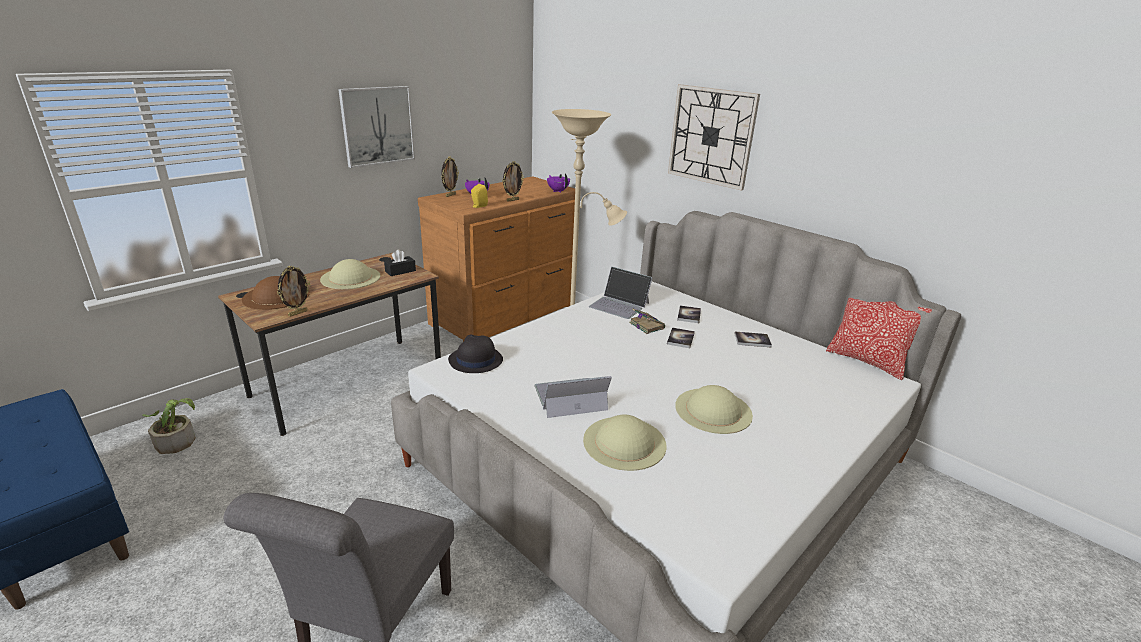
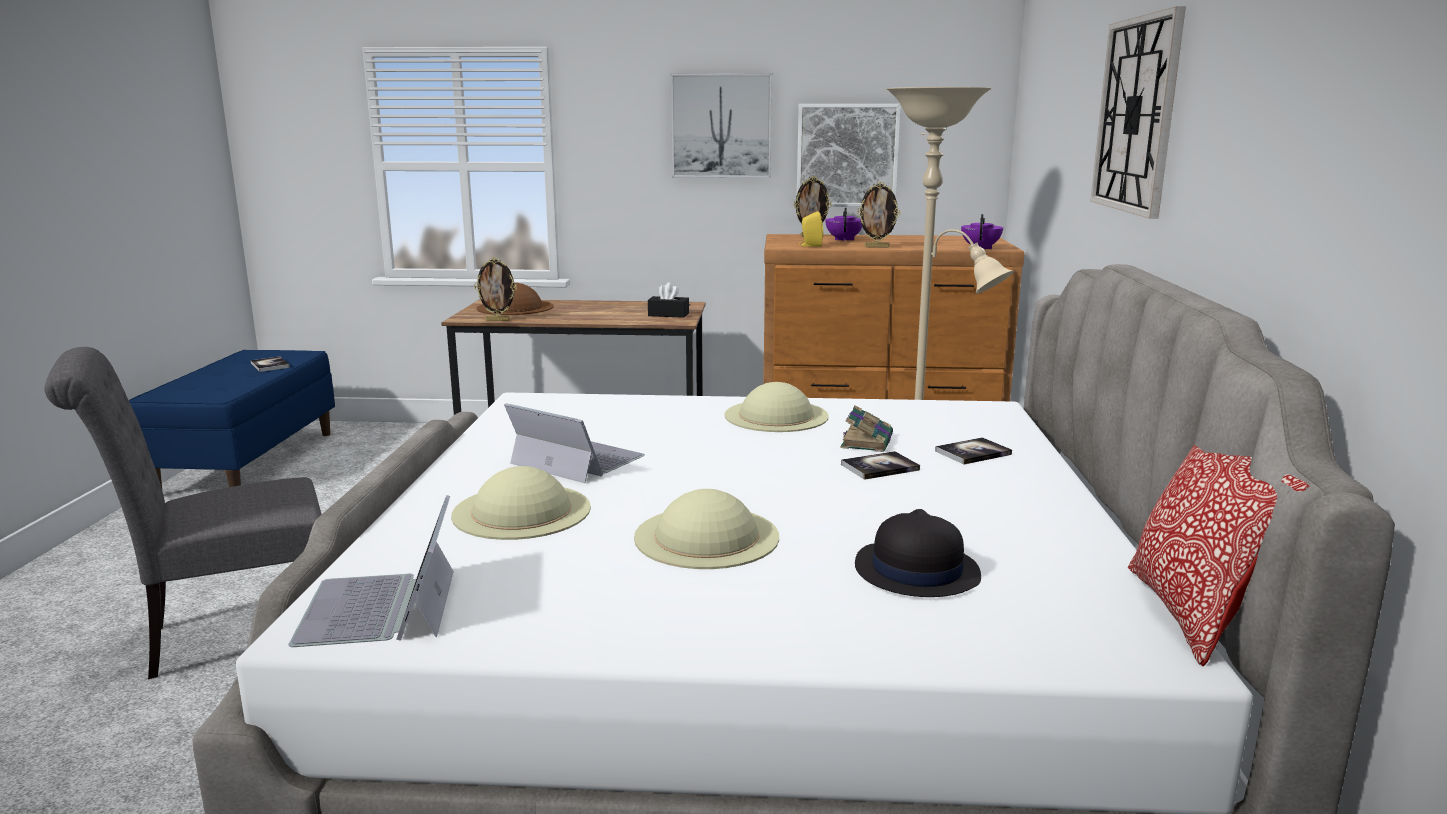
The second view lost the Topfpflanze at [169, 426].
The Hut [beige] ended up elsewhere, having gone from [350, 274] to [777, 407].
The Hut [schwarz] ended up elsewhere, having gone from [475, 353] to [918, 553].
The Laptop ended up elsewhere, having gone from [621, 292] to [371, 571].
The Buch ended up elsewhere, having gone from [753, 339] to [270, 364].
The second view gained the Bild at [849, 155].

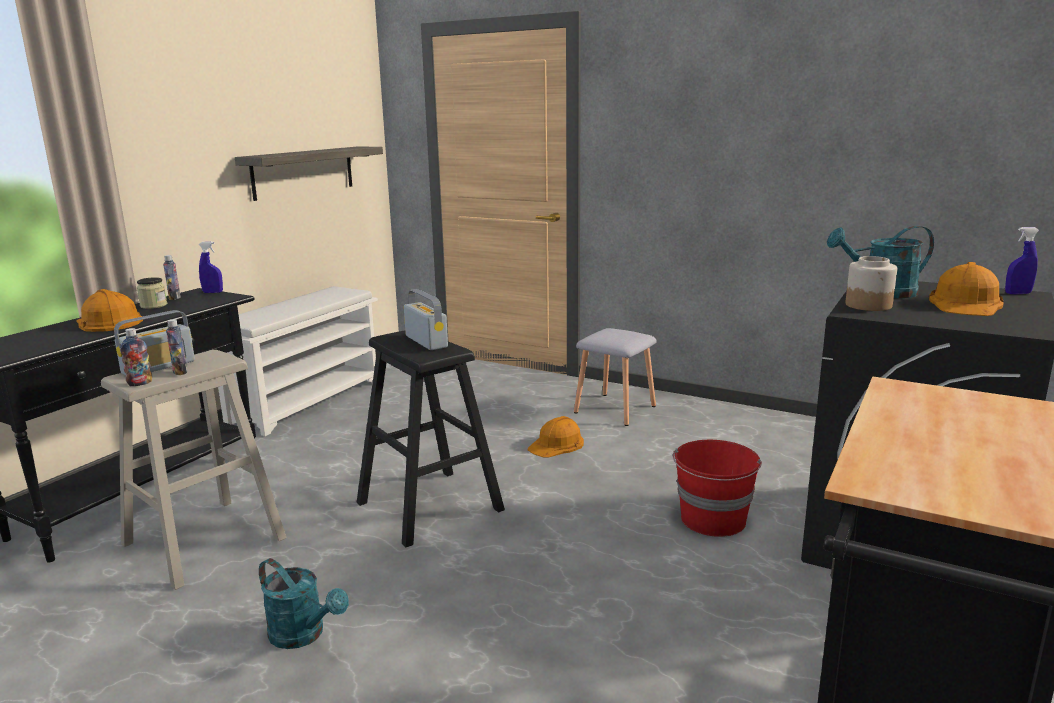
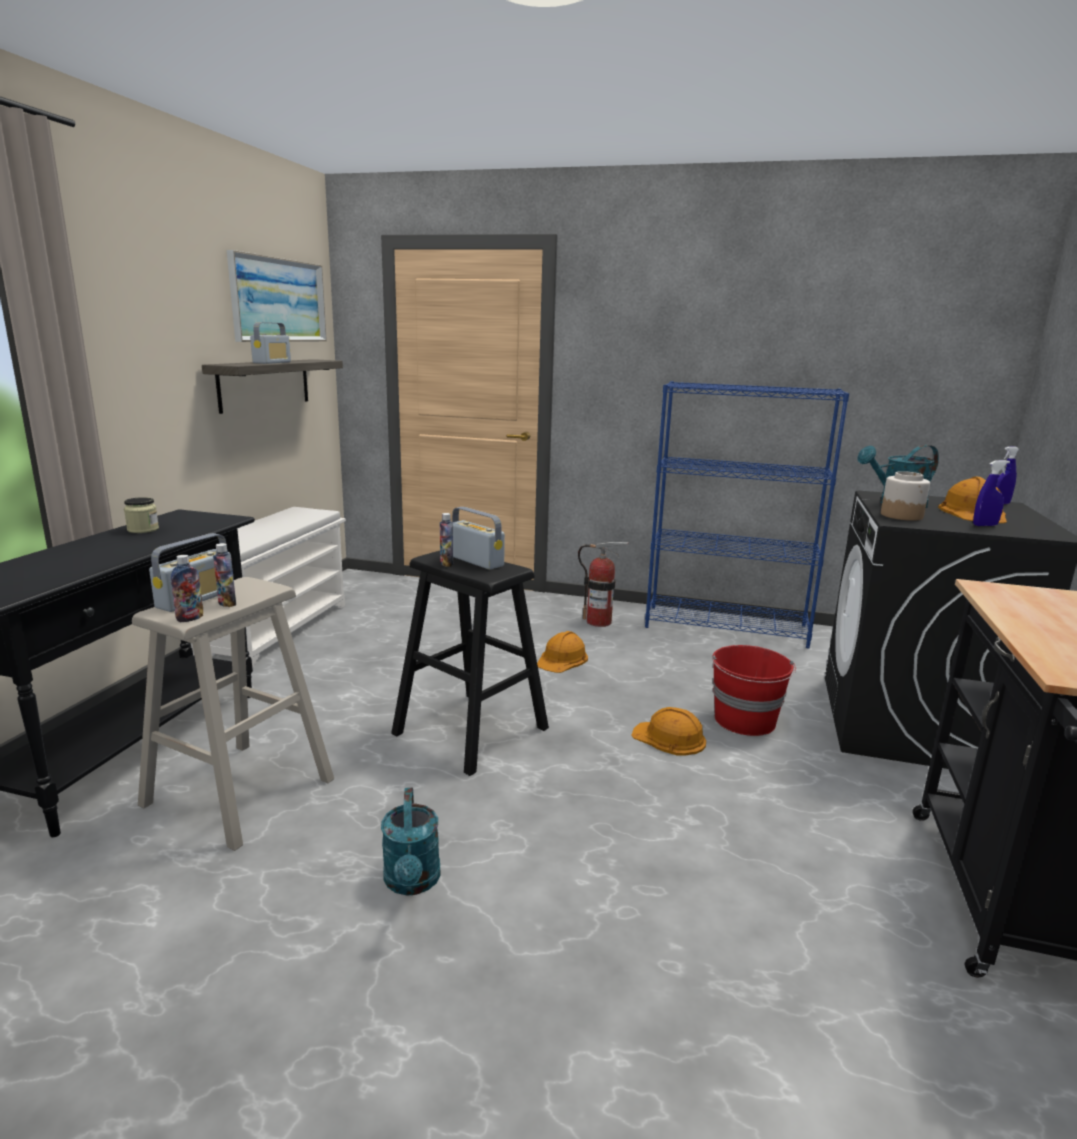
The Schutzhelm [orange] ended up elsewhere, having gone from [109, 310] to [668, 731].
The Flasche ended up elsewhere, having gone from [172, 277] to [446, 540].
The Sprühflasche [blau] ended up elsewhere, having gone from [210, 267] to [991, 493].
The Gießkanne [türkis] at [304, 603] ended up facing another way, 60 degrees clockwise from before.
Where the Hocker [grau] stood at [615, 377], the Feuerlöscher came to stand at [603, 584].
The second view gained the Bild at [277, 296].
The second view gained the Radio at [270, 343].
The second view gained the Bücherregal [blau] at [747, 514].

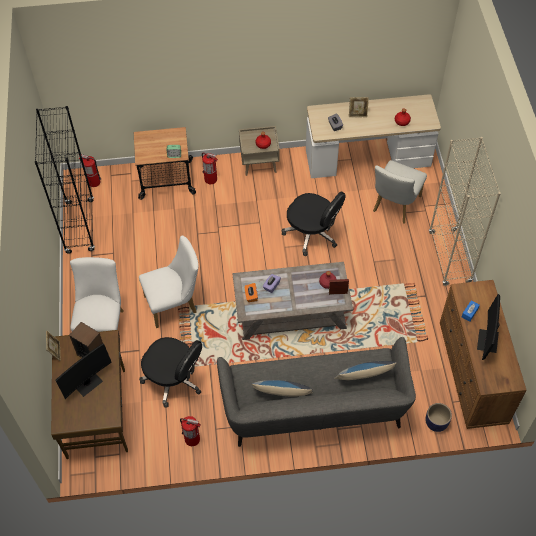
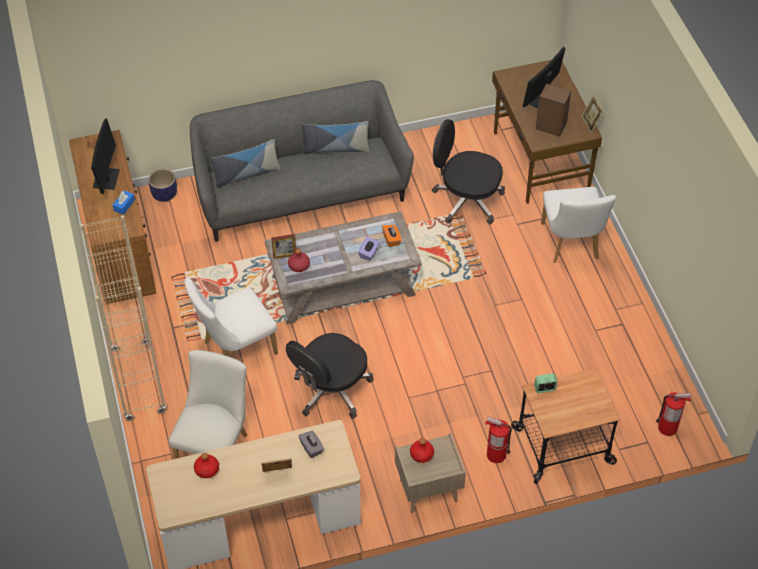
The second view lost the Bücherregal [schwarz] at [65, 180].
The Stuhl [weiß] ended up elsewhere, having gone from [168, 281] to [231, 317].
The second view lost the Feuerlöscher at [190, 431].
The Bürostuhl [schwarz] at [314, 223] ended up facing another way, 75 degrees counterclockwise from before.

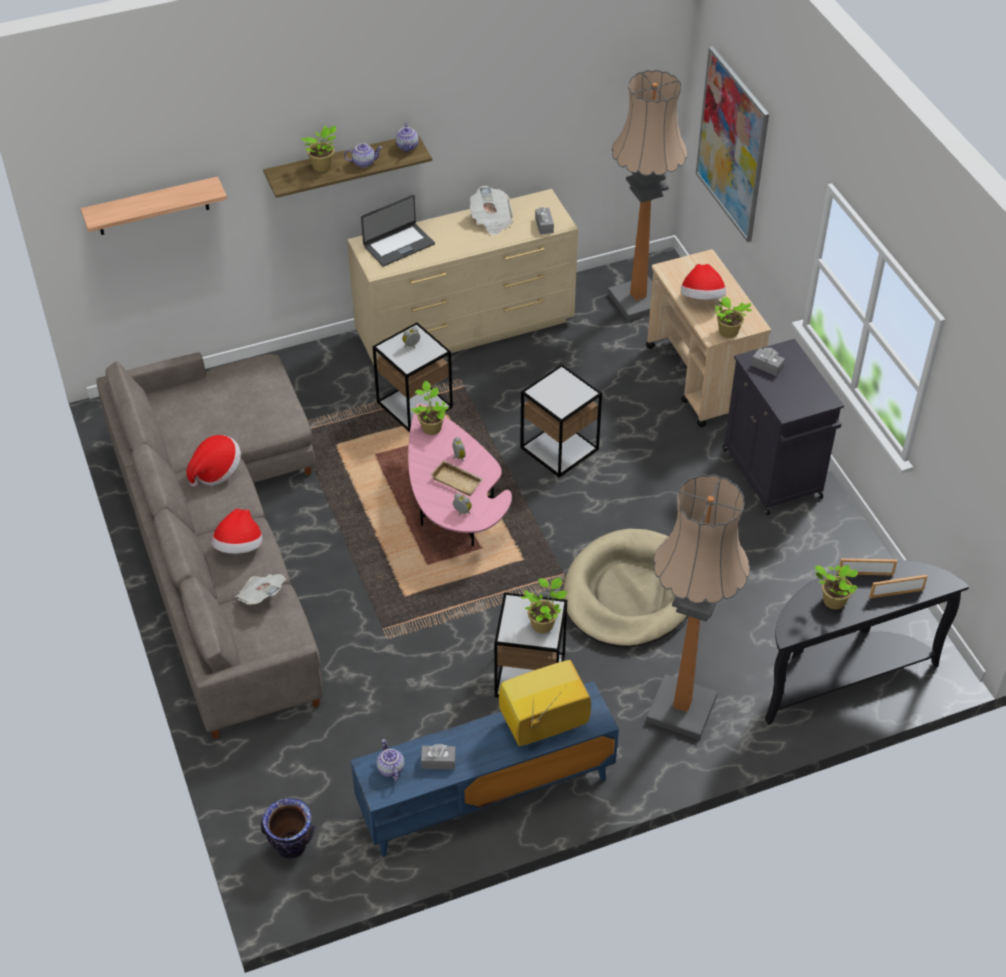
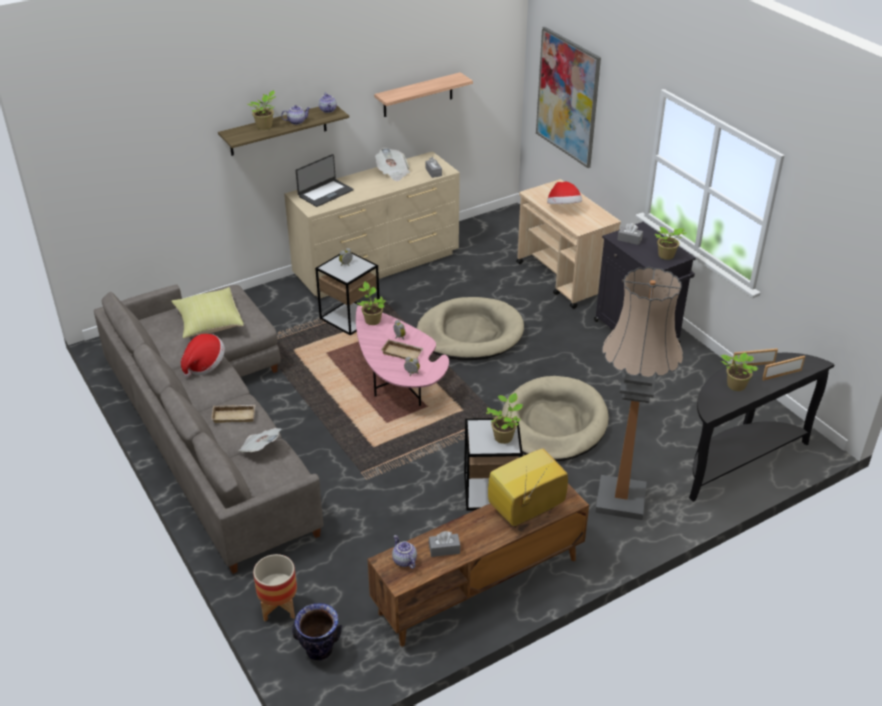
The Wandregal ended up elsewhere, having gone from [154, 205] to [423, 94].
Where the Hut stood at [237, 531], the Tablett [beige] came to stand at [233, 414].
What was the Fernsehschrank [blau] at [485, 768] turned into the Fernsehschrank [braun] at [478, 565].
Where the Beistelltisch stood at [561, 421], the Hundebett [beige] came to stand at [470, 328].
The second view lost the Stehlampe at [648, 195].
The Topfpflanze ended up elsewhere, having gone from [733, 317] to [670, 243].
The second view gained the Kissen [gelb] at [207, 312].
The second view gained the Pflanzkübel at [275, 588].

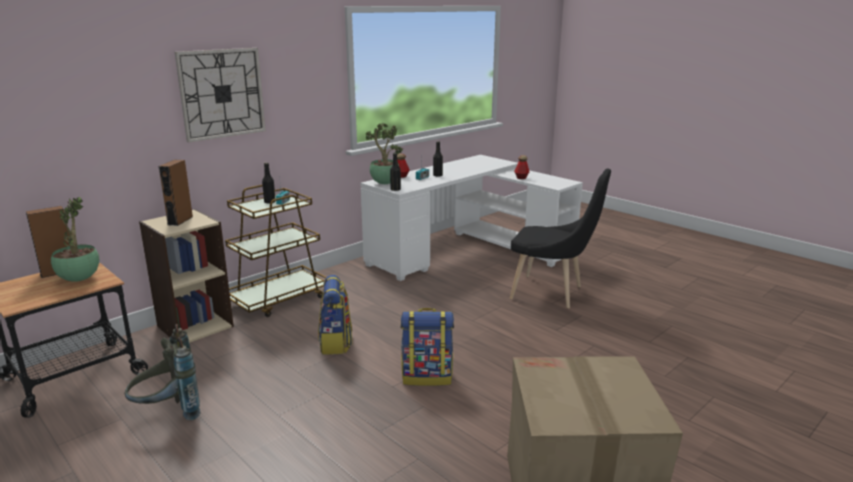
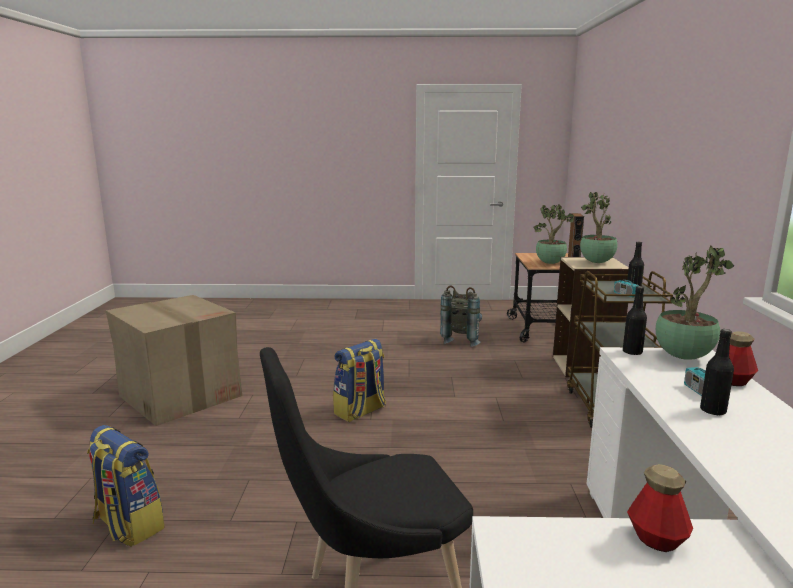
Where the Lautsprecher [braun] stood at [176, 193], the Topfpflanze came to stand at [599, 227].
The second view lost the Wanduhr at [220, 95].
The Rucksack ended up elsewhere, having gone from [335, 315] to [126, 486].

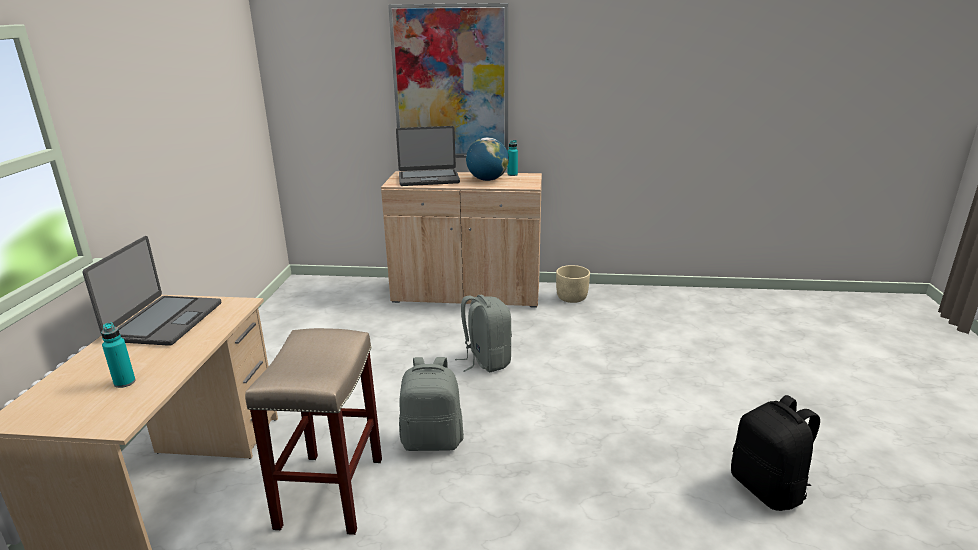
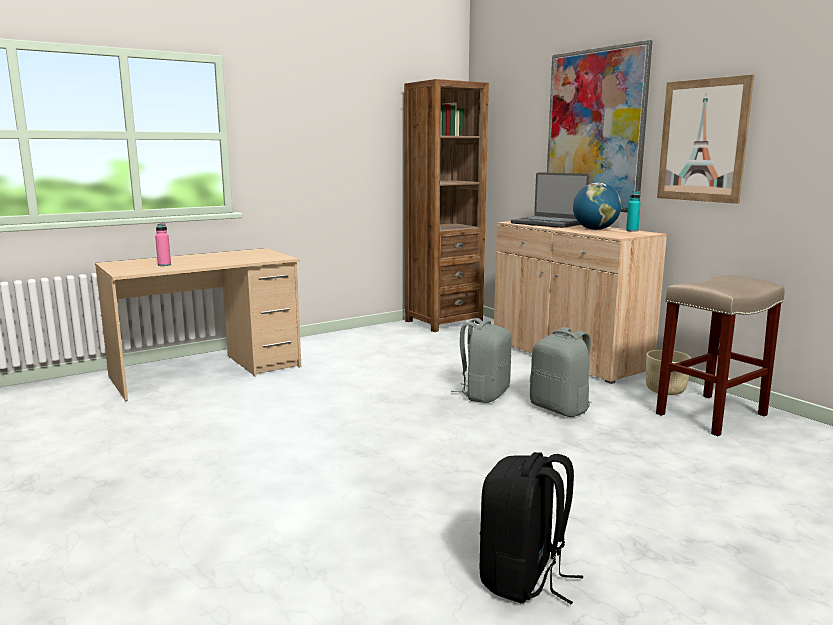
The second view lost the Laptop at [152, 291].
What was the Flasche [türkis] at [118, 355] turned into the Flasche [rosa] at [163, 244].
The Hocker [beige] ended up elsewhere, having gone from [313, 431] to [720, 355].
The Rucksack [grau] ended up elsewhere, having gone from [431, 404] to [561, 372].
The second view gained the Bücherregal [braun] at [446, 205].
The second view gained the Bild at [705, 139].

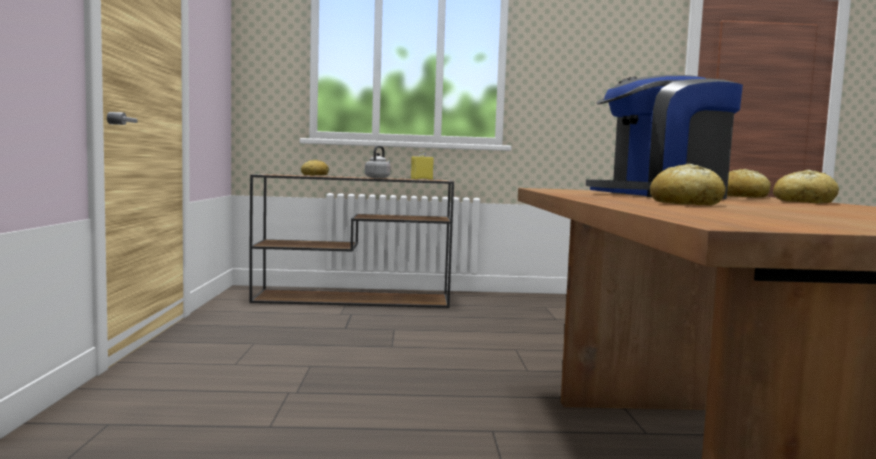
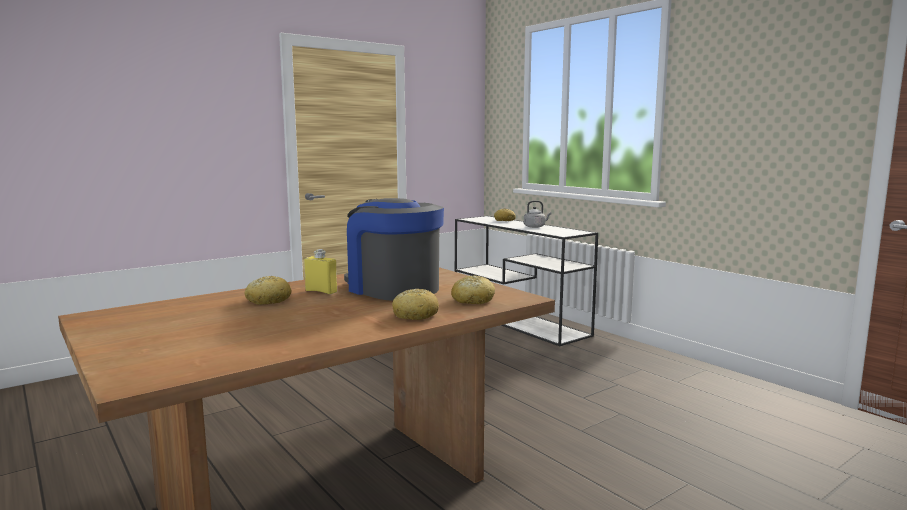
What was the Konsolentisch [braun] at [352, 241] turned into the Konsolentisch [weiß] at [526, 281].
The Flasche [gelb] ended up elsewhere, having gone from [422, 165] to [320, 271].

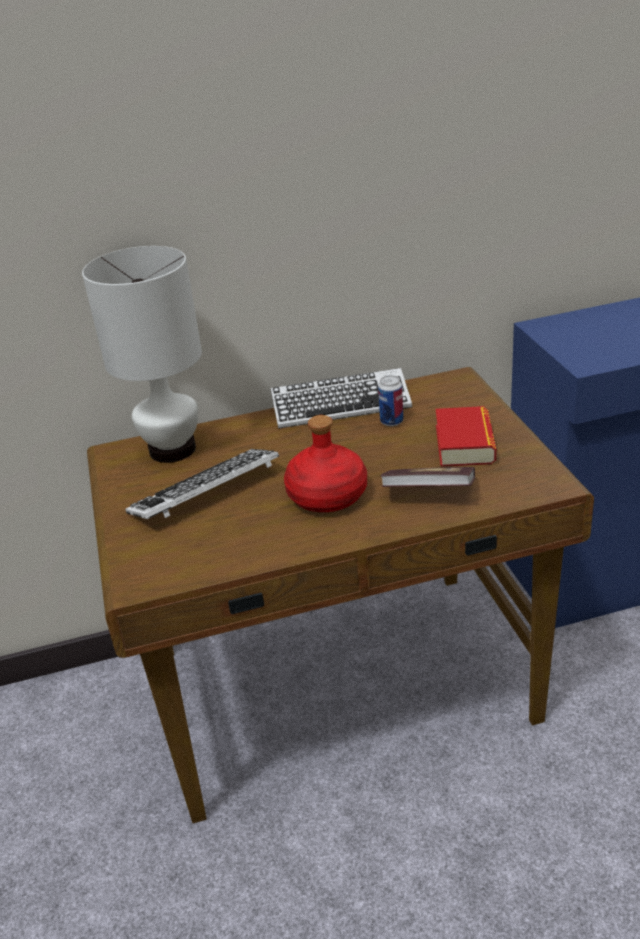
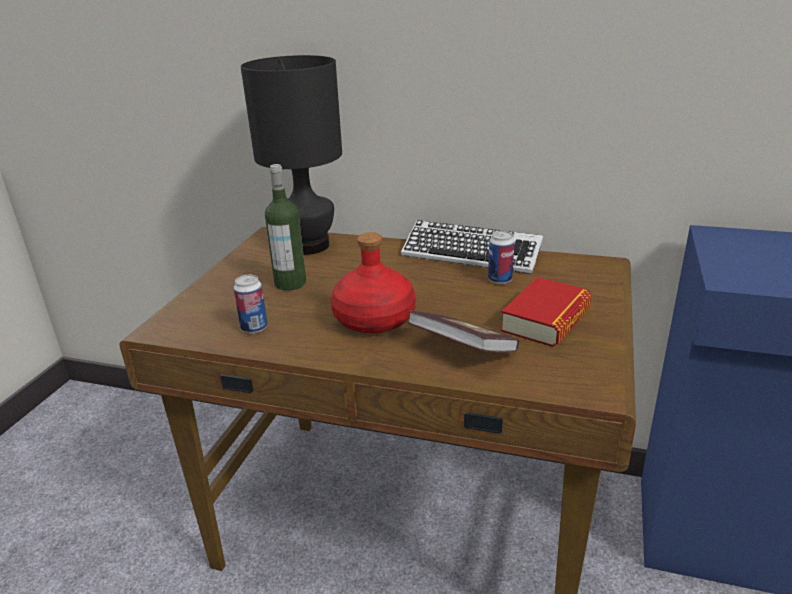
What was the Tischlampe [weiß] at [142, 354] turned into the Tischlampe [schwarz] at [291, 155].
Where the Tastatur stood at [202, 484], the Flasche came to stand at [285, 227].
The second view gained the Dose at [250, 304].

